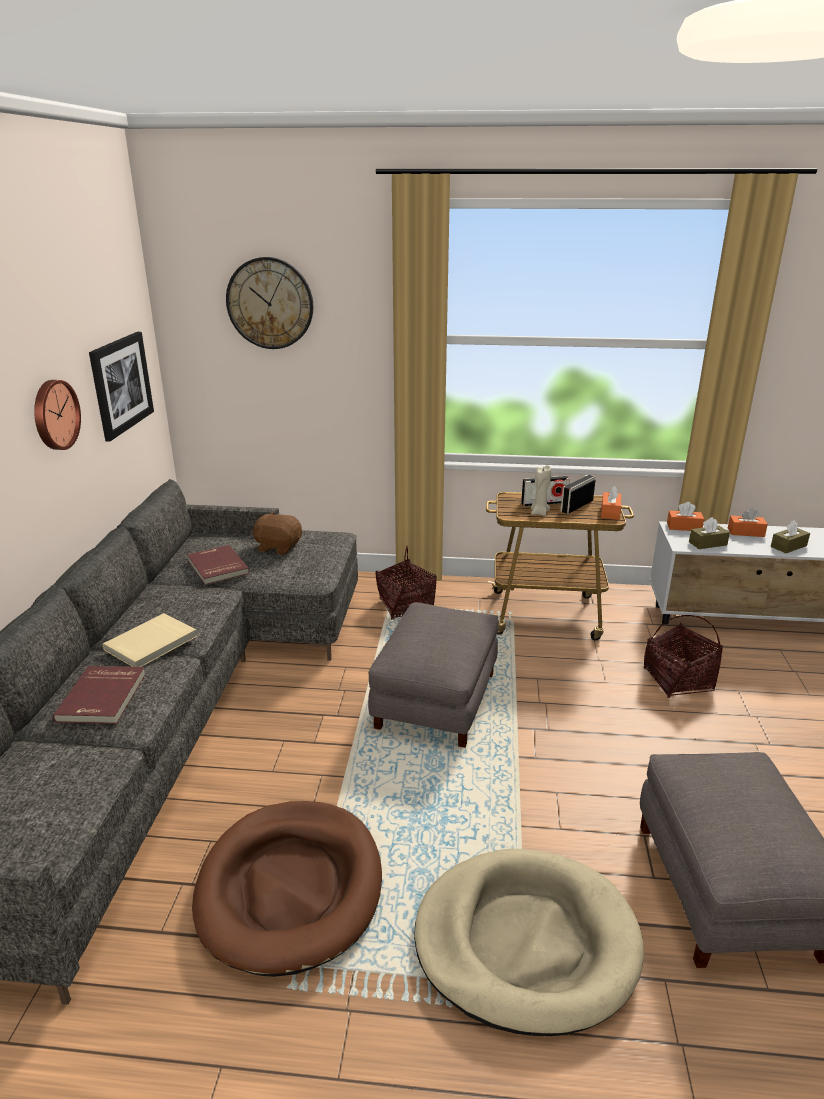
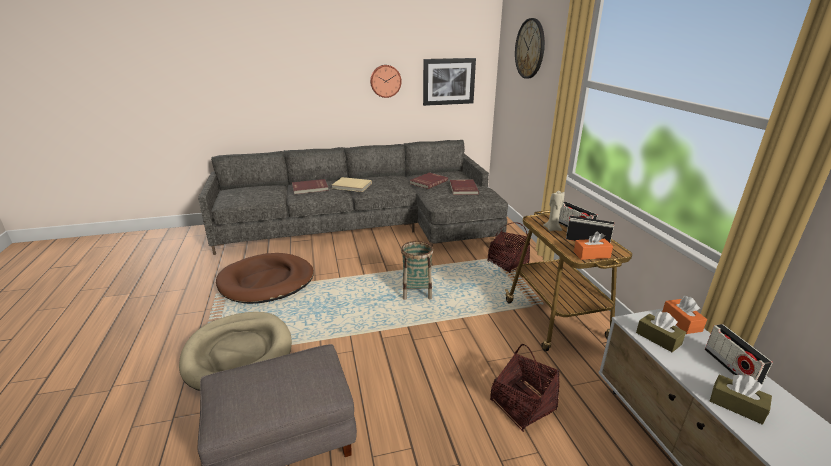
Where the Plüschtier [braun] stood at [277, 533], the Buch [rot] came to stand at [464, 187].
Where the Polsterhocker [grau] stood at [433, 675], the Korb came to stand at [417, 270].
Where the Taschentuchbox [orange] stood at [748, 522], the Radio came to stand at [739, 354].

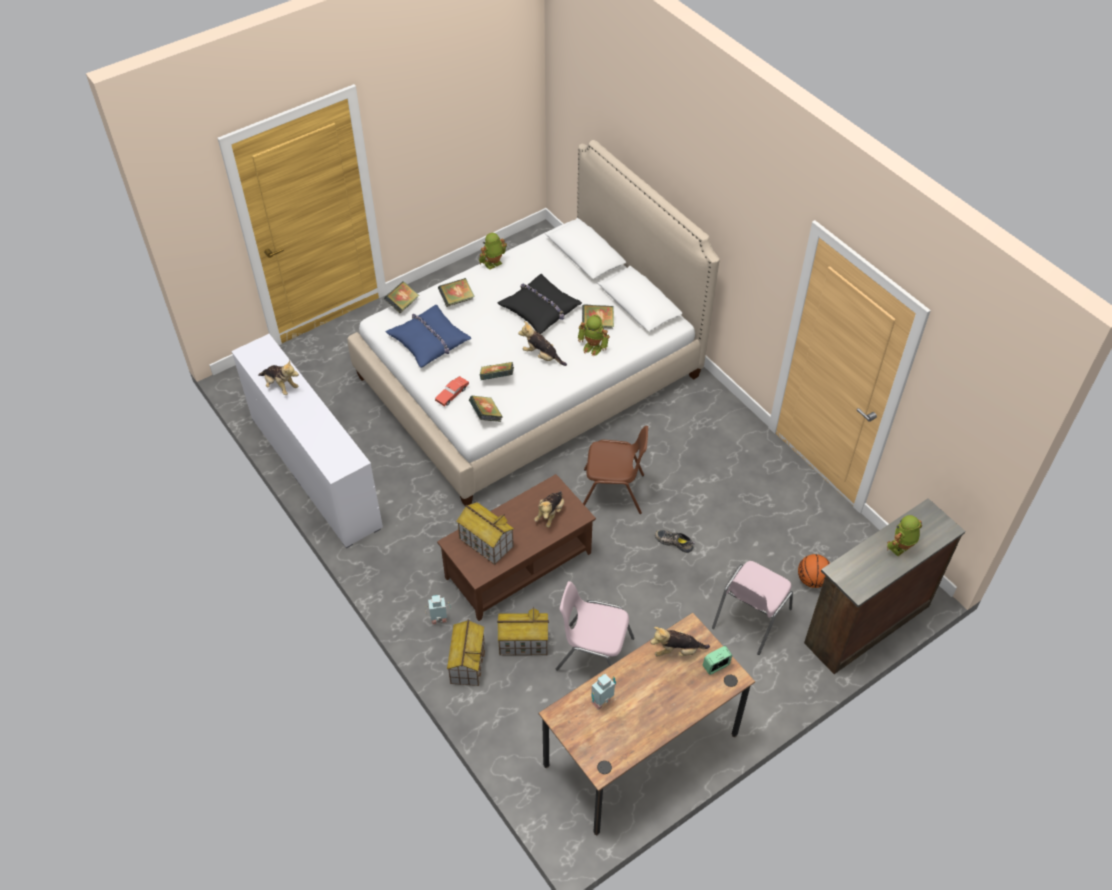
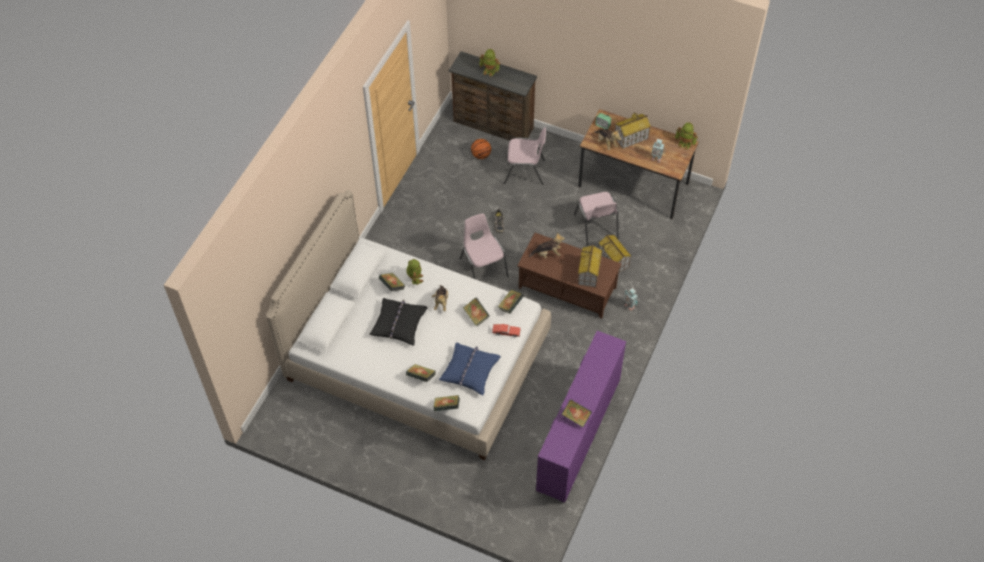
What was the Kommode [weiß] at [307, 441] turned into the Kommode [lila] at [581, 417].
Where the Plüschtier stood at [278, 377], the Buch came to stand at [577, 413].
The Spielzeughaus ended up elsewhere, having gone from [466, 652] to [633, 130].
The Spielzeugroboter ended up elsewhere, having gone from [493, 251] to [686, 136].
What was the Stuhl [braun] at [615, 470] turned into the Stuhl [rosa] at [484, 246].

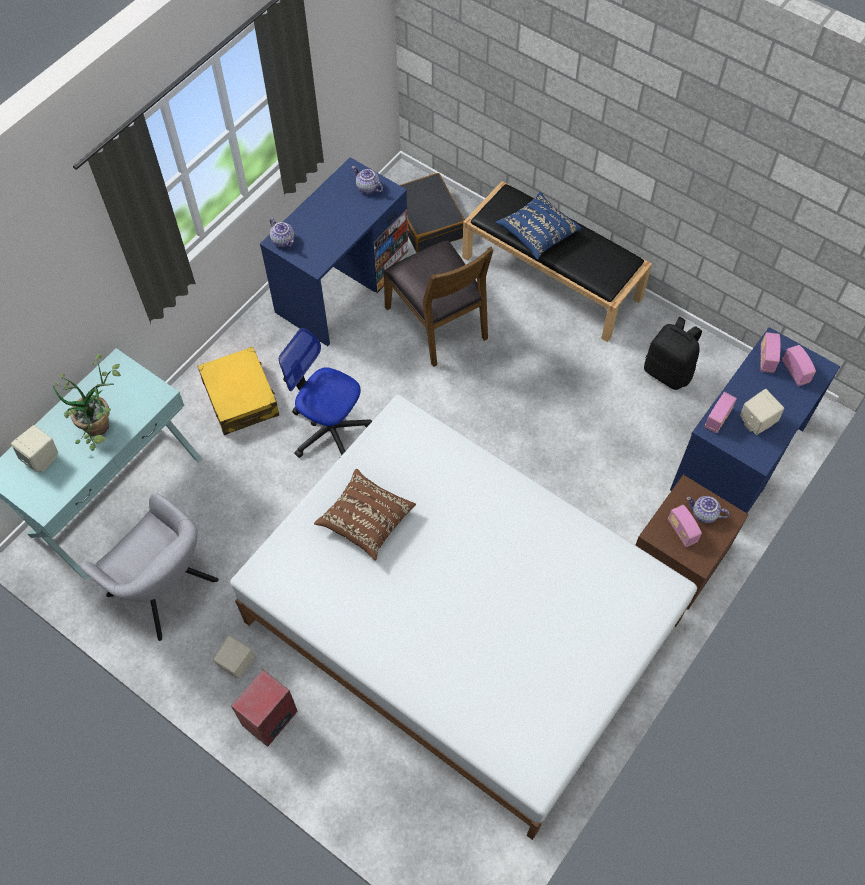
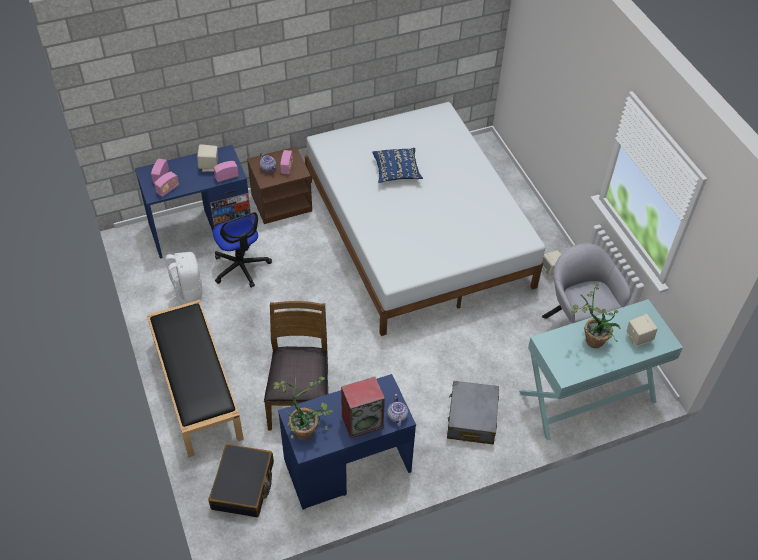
What was the Koffer [gelb] at [238, 391] turned into the Koffer [grau] at [473, 412].
The Lautsprecher ended up elsewhere, having gone from [264, 708] to [363, 407].
The Bürostuhl ended up elsewhere, having gone from [325, 393] to [242, 249].
The second view lost the Kissen [braun] at [365, 515].
Where the Teekanne stood at [367, 180], the Topfpflanze came to stand at [303, 407].
The Kissen [blau] ended up elsewhere, having gone from [538, 226] to [397, 165].
What was the Rucksack [schwarz] at [673, 353] turned into the Rucksack [weiß] at [184, 277].

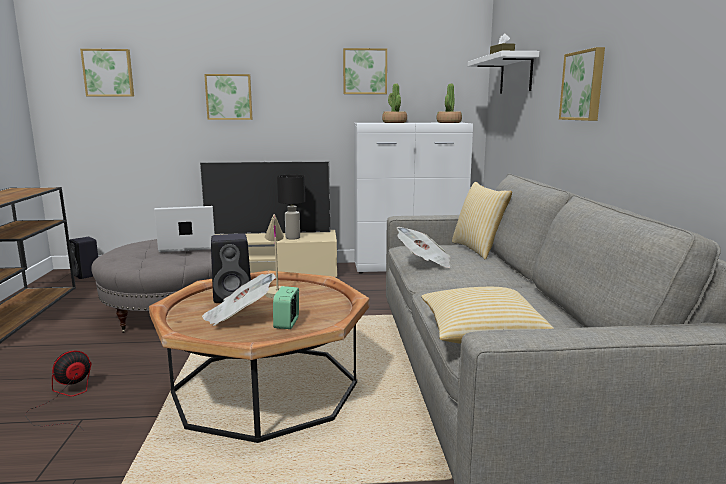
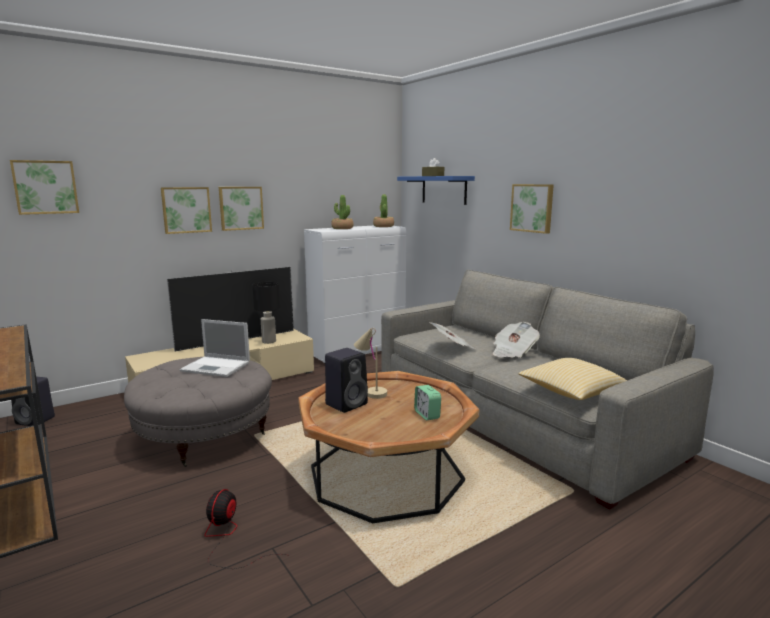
The Laptop at [184, 229] ended up facing another way, 120 degrees counterclockwise from before.
The Zeitung ended up elsewhere, having gone from [239, 299] to [516, 340].
The Bild ended up elsewhere, having gone from [365, 71] to [241, 209].
The second view lost the Kissen at [482, 221].
What was the Wandregal [weiß] at [503, 72] turned into the Wandregal [blau] at [436, 190].

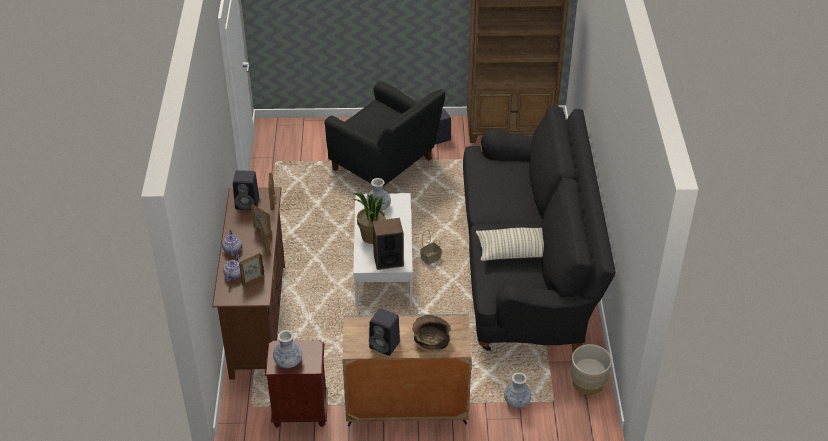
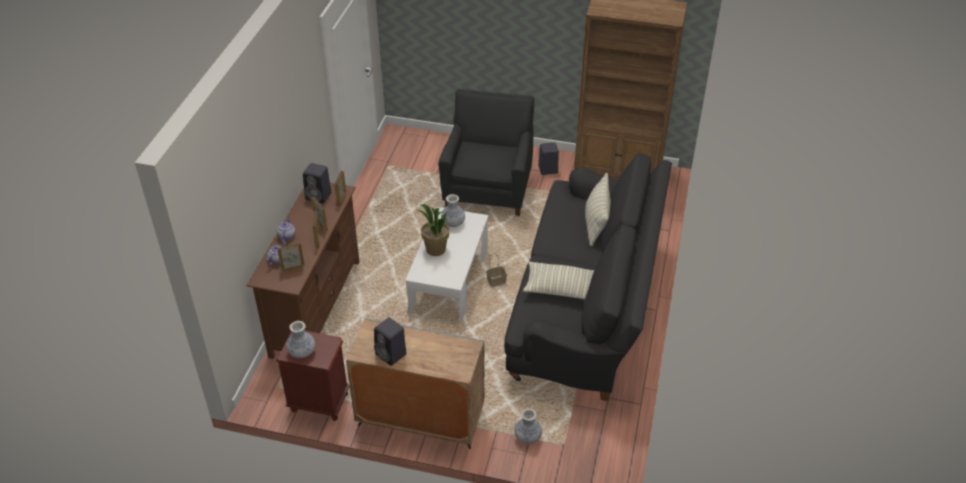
The Sessel [schwarz] at [384, 135] ended up facing another way, 135 degrees counterclockwise from before.
The second view lost the Lautsprecher at [388, 244].
The second view lost the Schüssel [braun] at [431, 332].
The second view lost the Pflanzkübel [beige] at [591, 369].
The second view gained the Kissen at [598, 209].

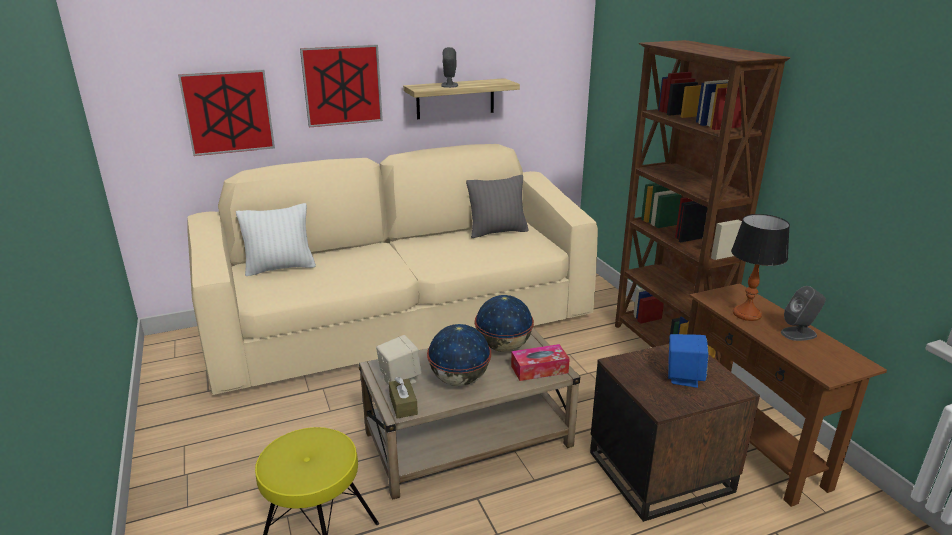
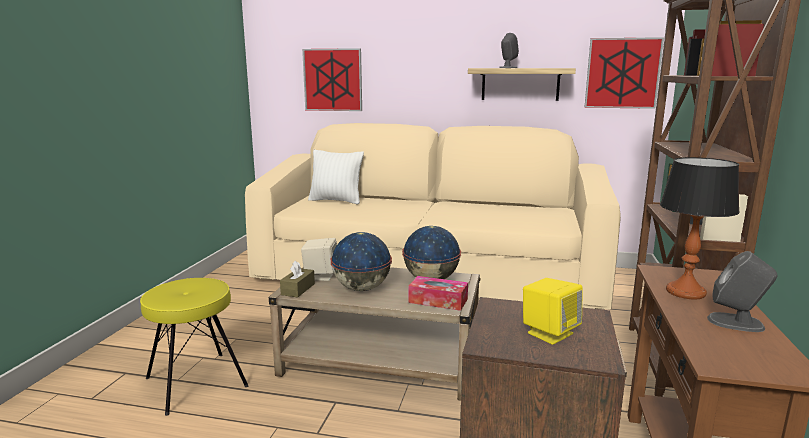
The Bild ended up elsewhere, having gone from [341, 86] to [624, 73].
The second view lost the Kissen [grau] at [497, 206].
What was the Lautsprecher [blau] at [688, 361] turned into the Lautsprecher [gelb] at [553, 311].

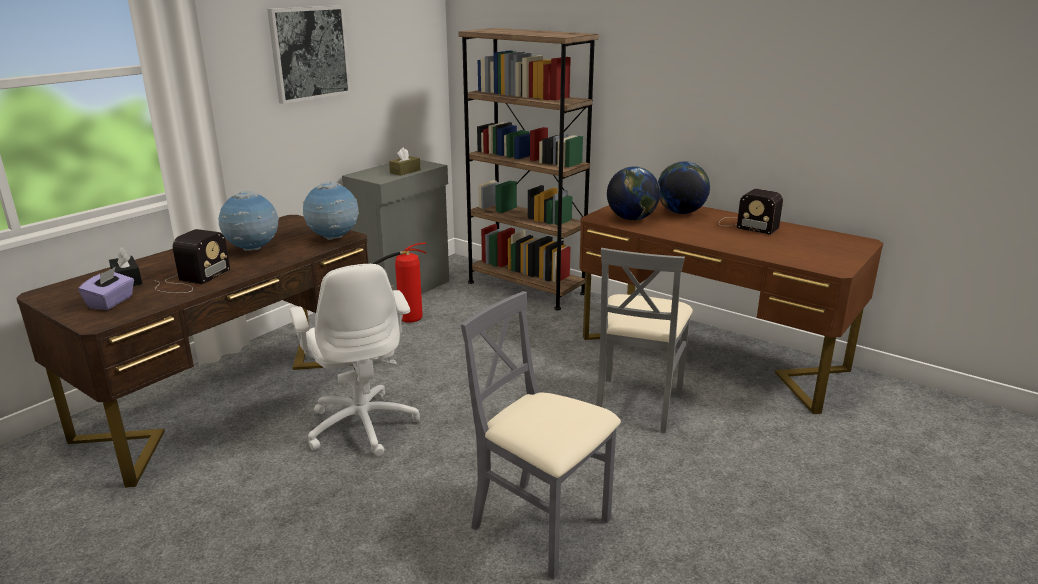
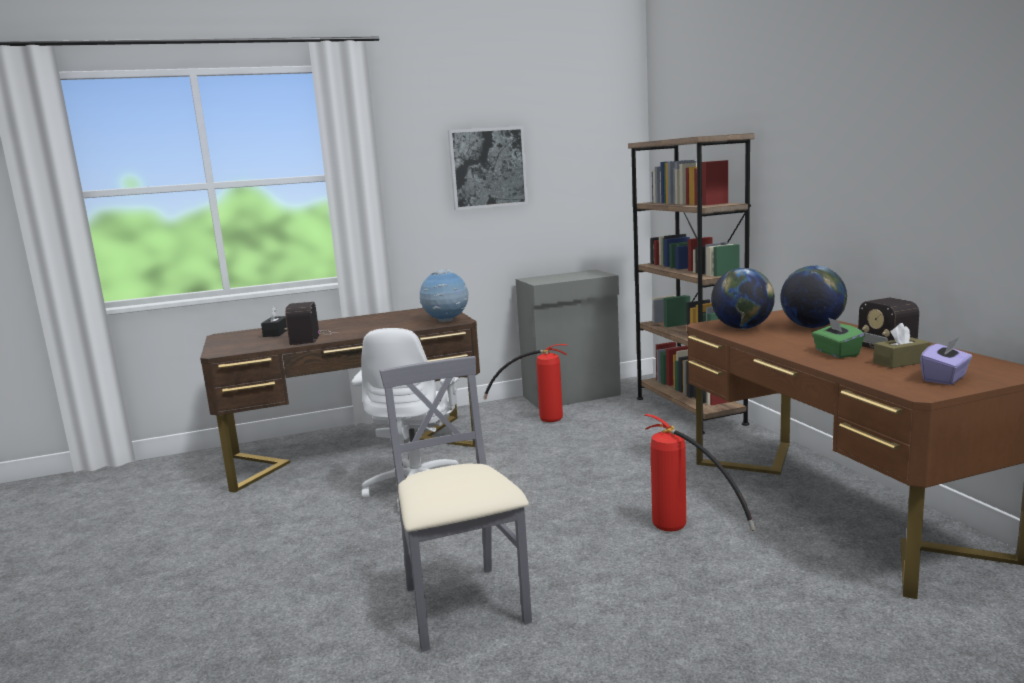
The Taschentuchbox [lila] ended up elsewhere, having gone from [106, 288] to [946, 361].
The Radio at [192, 261] ended up facing another way, 120 degrees clockwise from before.
The second view lost the Globus at [249, 221].
The Taschentuchbox [braun] ended up elsewhere, having gone from [404, 161] to [901, 345].
Where the Stuhl [grau] stood at [644, 340], the Feuerlöscher came to stand at [700, 472].
The second view gained the Taschentuchbox [grün] at [838, 337].

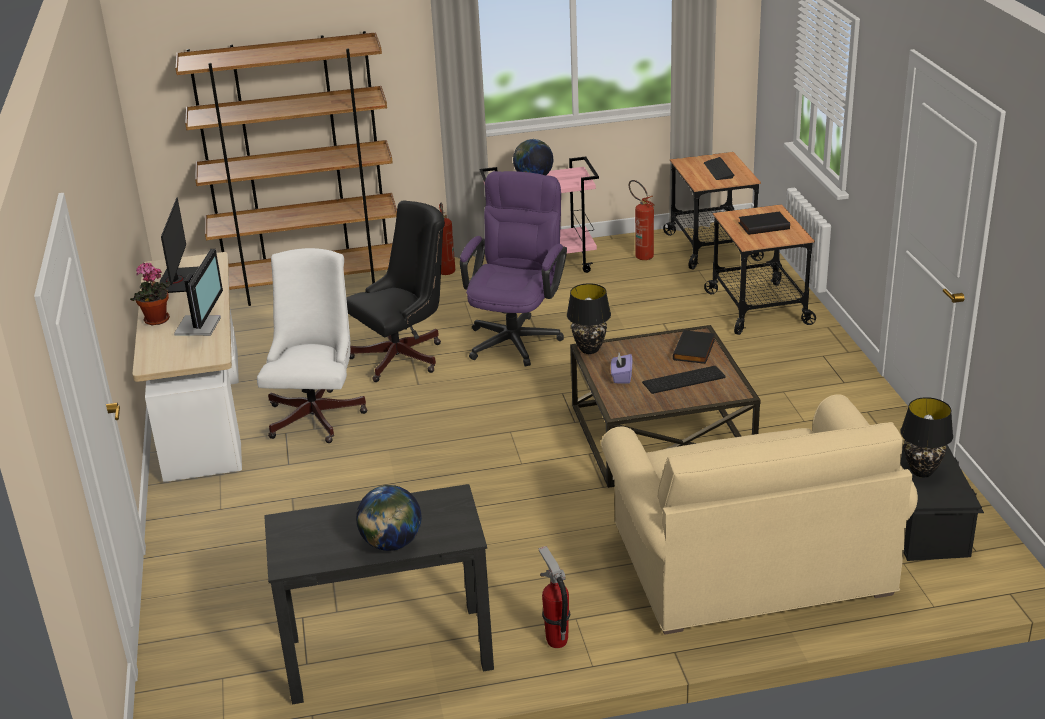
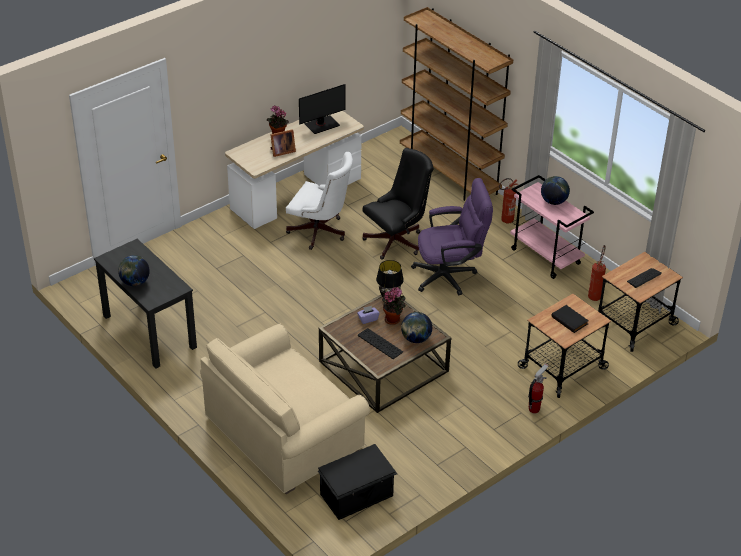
Where the Monitor stood at [198, 292], the Bilderrahmen came to stand at [283, 143].
The Bürostuhl [weiß] at [312, 345] ended up facing another way, 45 degrees clockwise from before.
The Bürostuhl [schwarz] at [395, 291] ended up facing another way, 60 degrees counterclockwise from before.
The Feuerlöscher ended up elsewhere, having gone from [554, 597] to [538, 389].
Where the Buch [schwarz] stood at [694, 347], the Globus came to stand at [416, 327].
The second view lost the Tischlampe [schwarz] at [926, 437].
The second view gained the Topfpflanze at [394, 306].

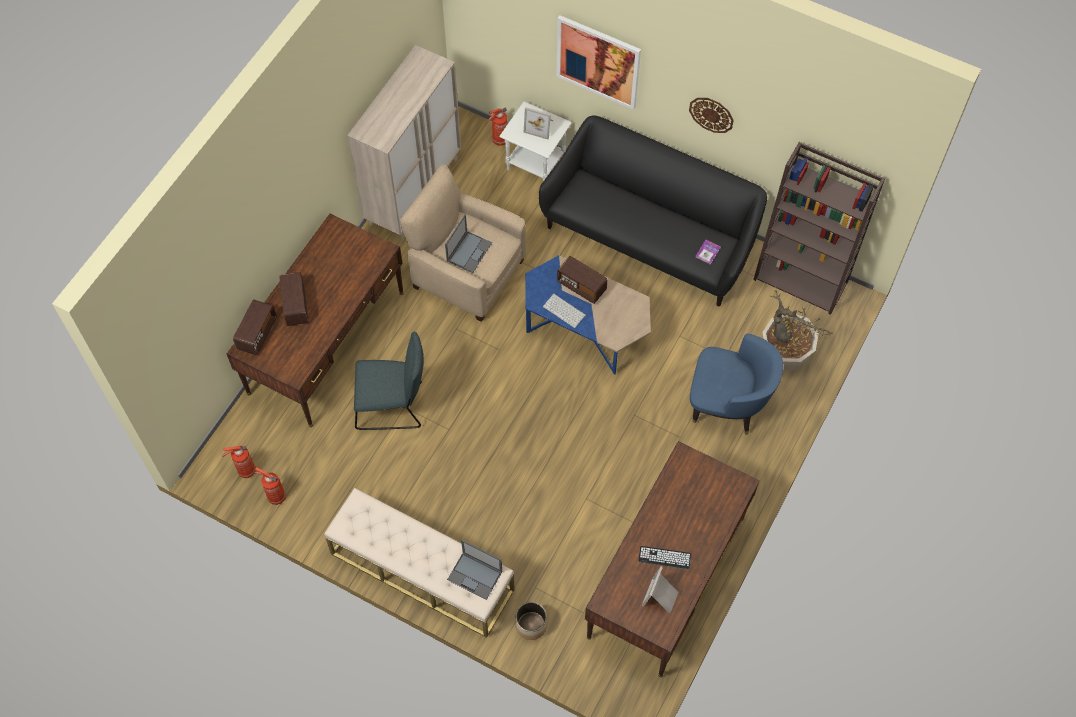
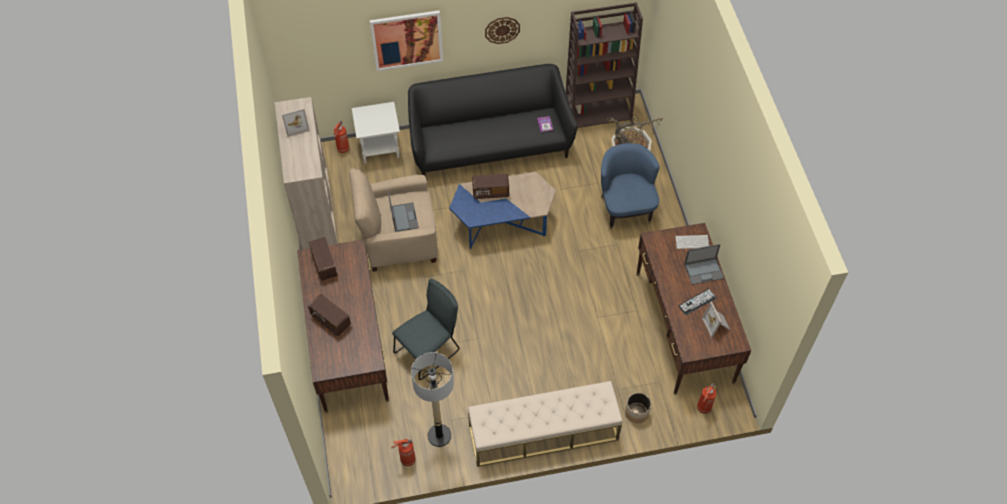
The Feuerlöscher ended up elsewhere, having gone from [239, 462] to [706, 398].
The Radio ended up elsewhere, having gone from [255, 327] to [323, 259].
The Laptop ended up elsewhere, having gone from [474, 570] to [704, 264].
The Bilderrahmen ended up elsewhere, having gone from [538, 123] to [296, 122].
The Tastatur ended up elsewhere, having gone from [564, 311] to [692, 242].
The Sessel [blau] at [736, 384] ended up facing another way, 75 degrees counterclockwise from before.
The second view gained the Stehlampe at [432, 399].

